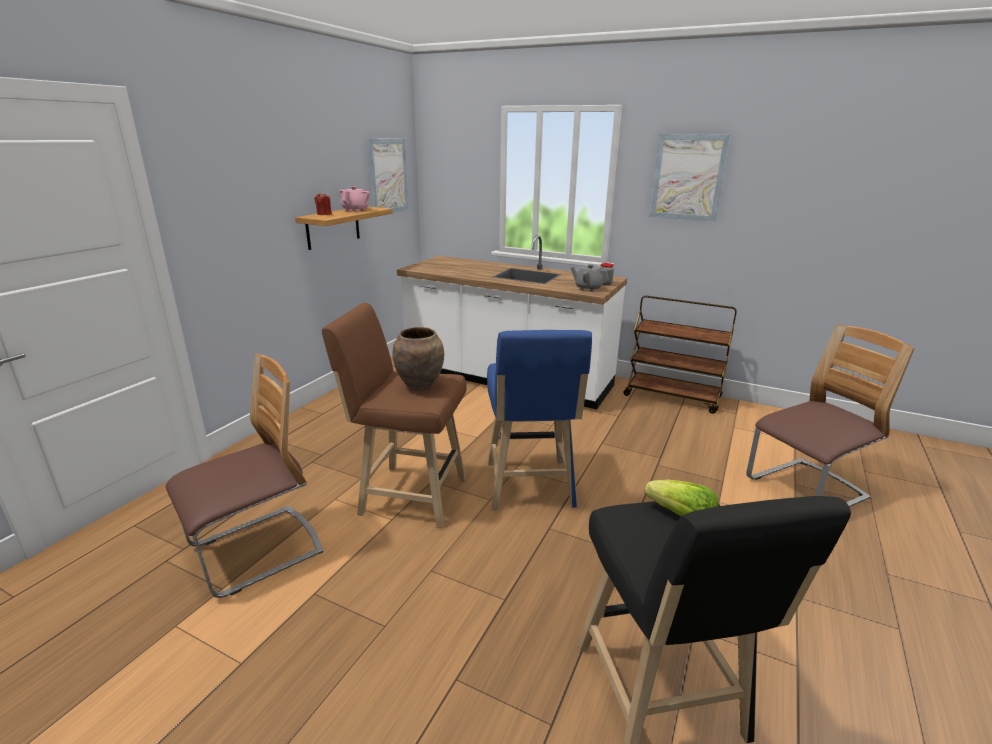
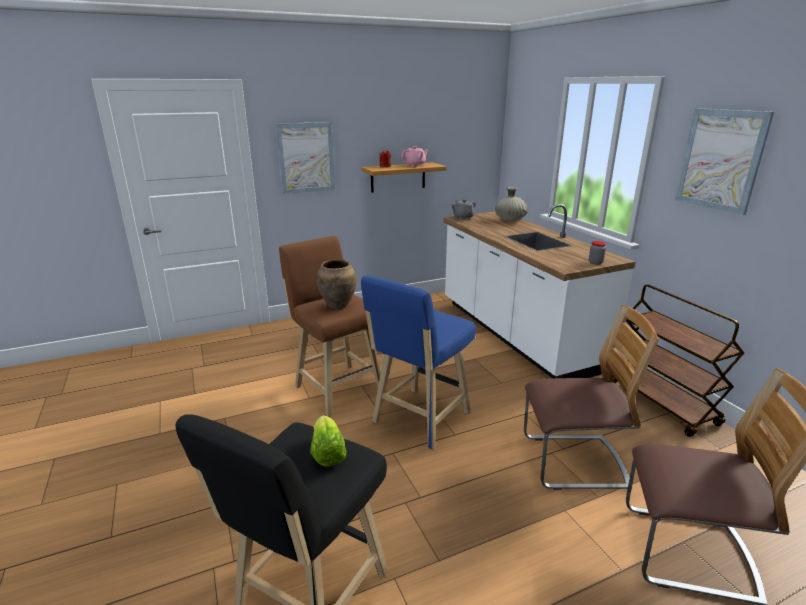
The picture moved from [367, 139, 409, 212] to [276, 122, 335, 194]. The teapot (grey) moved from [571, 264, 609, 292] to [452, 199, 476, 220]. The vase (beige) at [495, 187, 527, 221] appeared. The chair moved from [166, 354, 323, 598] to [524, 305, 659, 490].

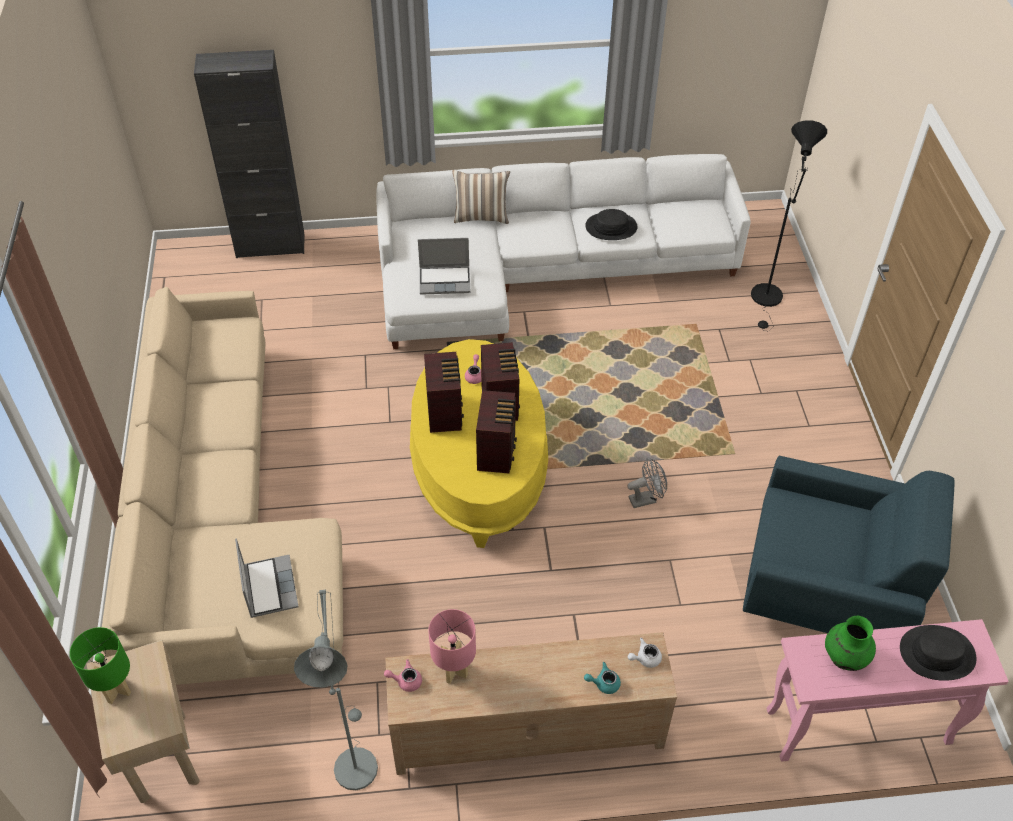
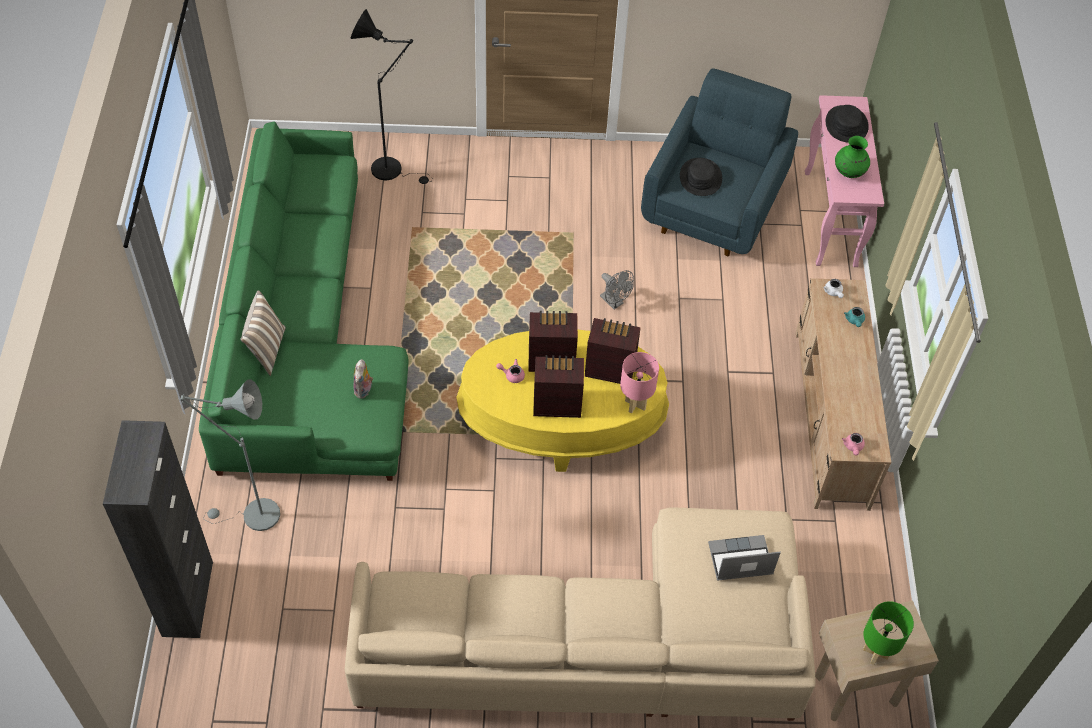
The floor lamp (grey) moved from [294, 590, 378, 790] to [180, 379, 280, 531]. The sofa (white) at [377, 154, 751, 349] became the sofa (green) at [199, 121, 409, 481]. The laptop at [418, 238, 470, 295] was replaced by the plush toy at [353, 359, 373, 399]. The fan (grey) at [628, 457, 667, 508] turned 150 degrees clockwise. The table lamp (pink) moved from [428, 609, 476, 684] to [620, 352, 659, 413]. The hat (black) moved from [585, 209, 638, 240] to [680, 158, 722, 196].

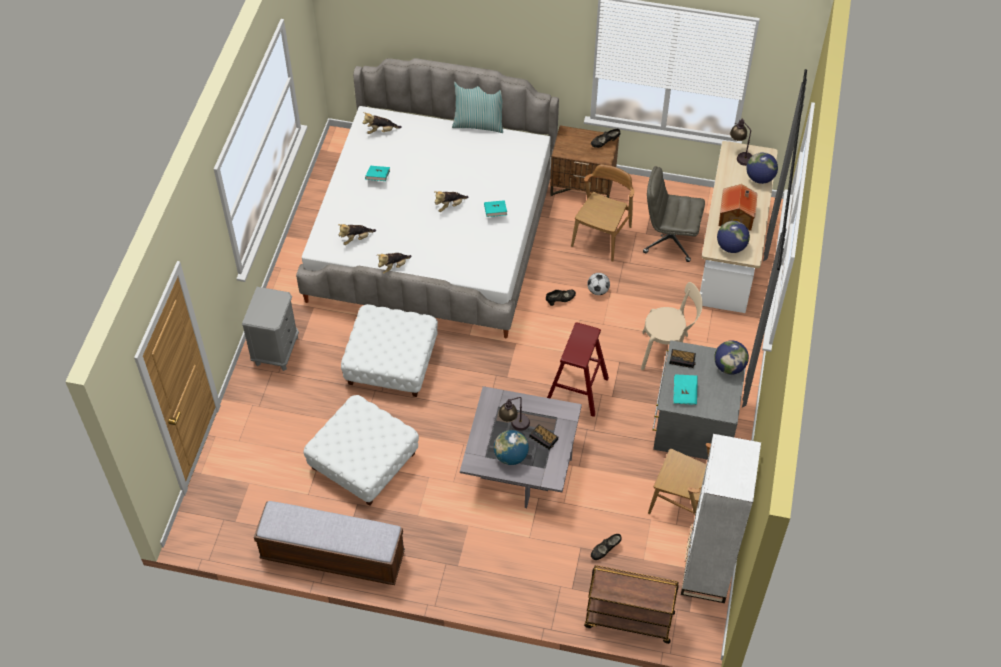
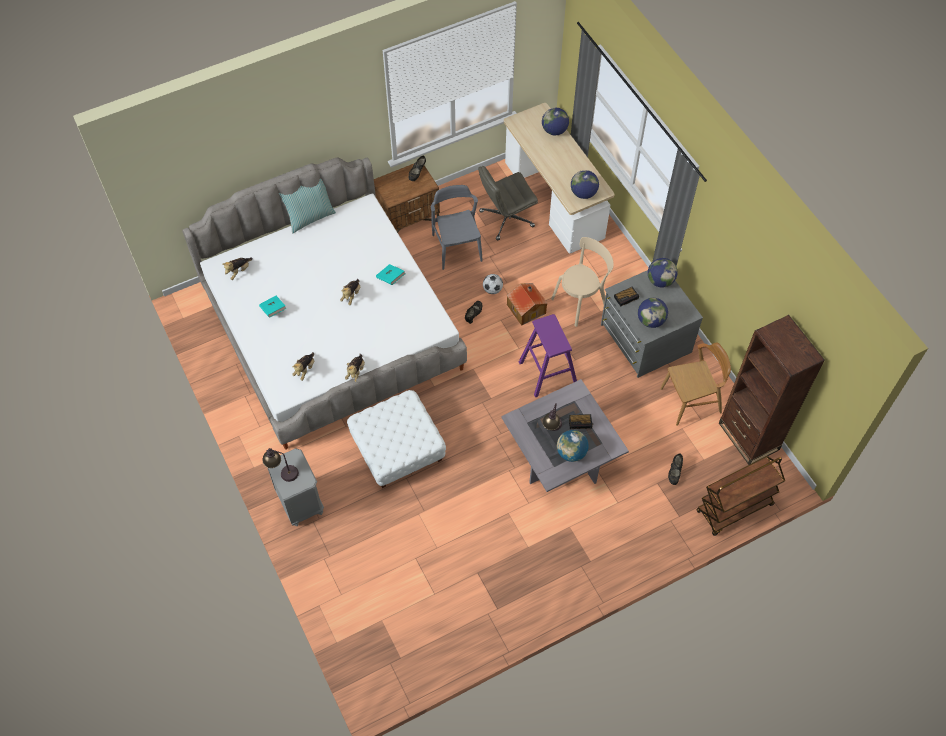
The table lamp moved from [730, 119, 752, 166] to [262, 448, 299, 482]. The chair (brown) at [571, 164, 634, 262] became the chair (grey) at [431, 185, 483, 270]. The toy house moved from [719, 184, 758, 231] to [507, 283, 548, 326]. The stool (red) at [547, 322, 609, 417] became the stool (purple) at [519, 314, 577, 397]. The book (turquoise) at [673, 374, 698, 405] was replaced by the globe at [638, 298, 668, 328]. The bookcase (white) at [681, 434, 761, 603] became the bookcase (brown) at [719, 315, 825, 465]. The bench at [254, 501, 405, 585] disappeared. The ottoman (white) at [303, 395, 419, 506] disappeared.

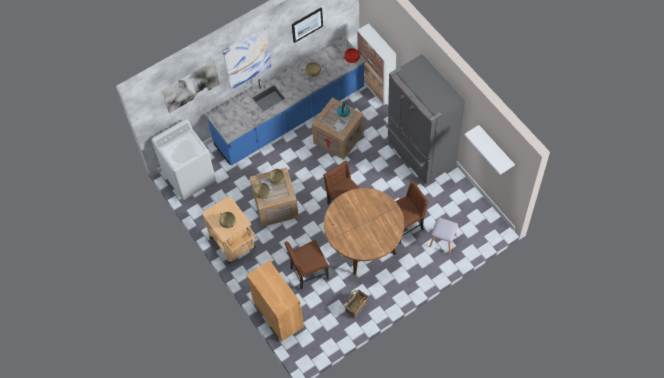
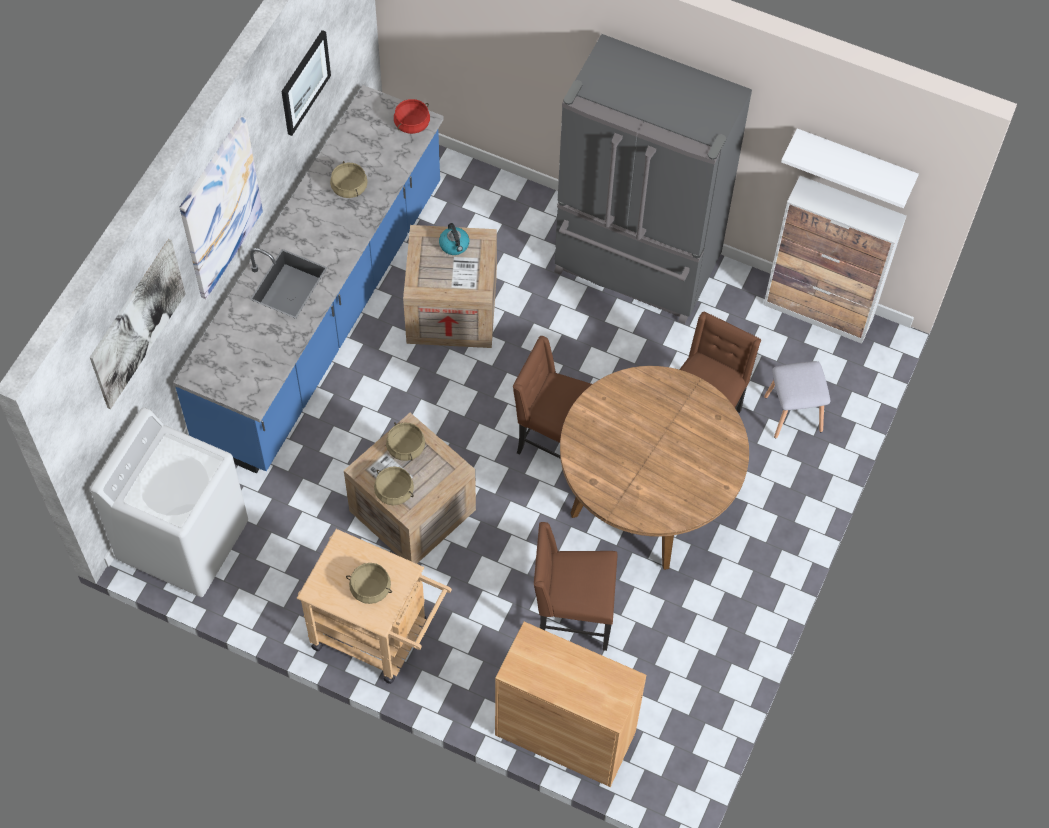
The chair (brown) at [284, 240, 329, 289] turned 60 degrees clockwise. The cabinet moved from [357, 23, 396, 106] to [764, 176, 907, 344]. The basket at [345, 290, 369, 318] disappeared.

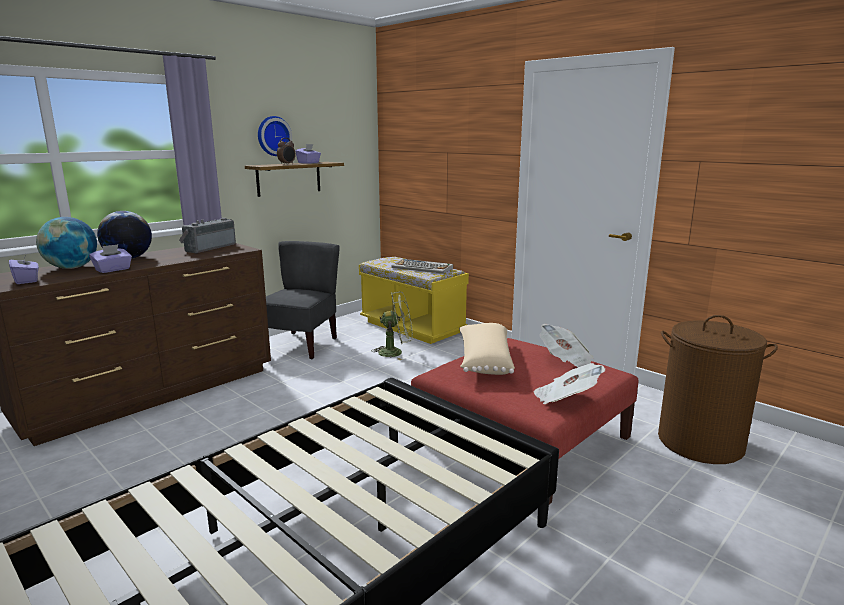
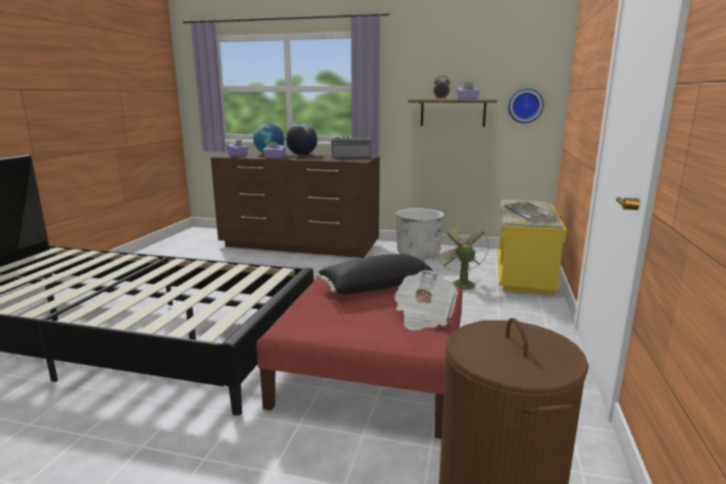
The pillow (beige) at [459, 323, 515, 375] became the pillow (black) at [316, 254, 436, 295]. The chair (grey) at [266, 241, 340, 359] was replaced by the planter (white) at [396, 208, 444, 259]. The fan (green) at [371, 291, 413, 360] turned 150 degrees counterclockwise. The wall clock moved from [258, 116, 292, 156] to [508, 88, 544, 123]. The newspaper at [534, 363, 605, 404] disappeared.

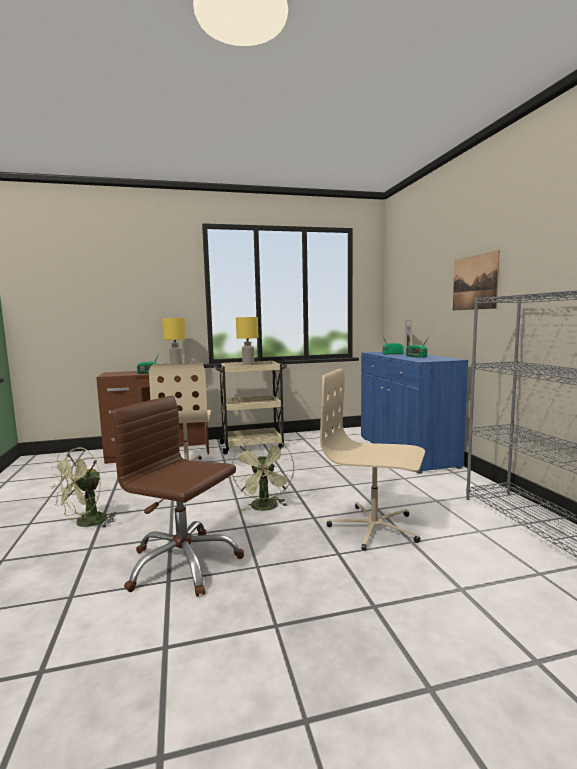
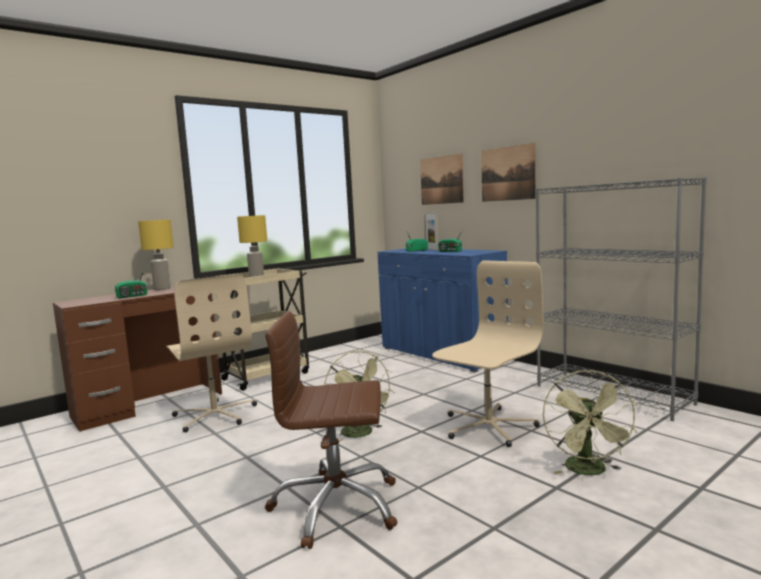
The picture at [420, 153, 464, 205] appeared. The office chair (beige) at [320, 368, 425, 551] turned 135 degrees clockwise. The fan (green) moved from [49, 447, 118, 528] to [543, 370, 638, 475].

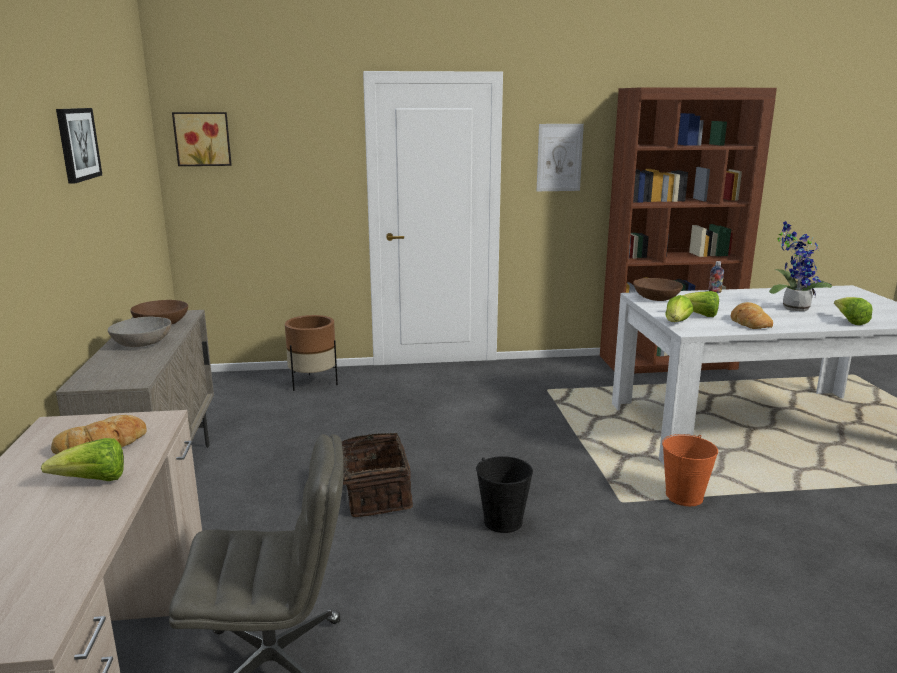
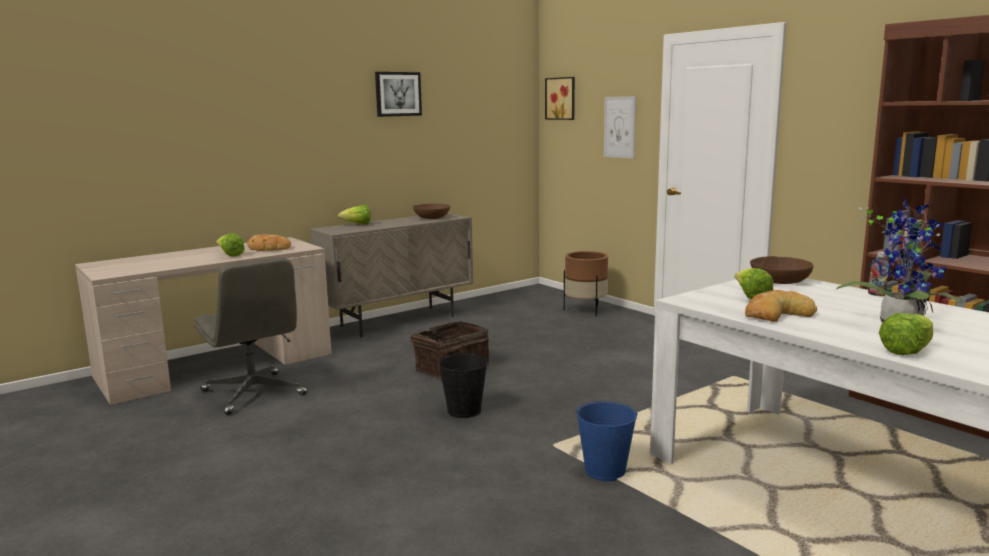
The lettuce moved from [665, 295, 693, 322] to [338, 205, 371, 225]. The bucket (orange) at [662, 434, 718, 506] became the bucket (blue) at [576, 401, 638, 481]. The picture moved from [537, 124, 584, 191] to [604, 96, 636, 159]. The bowl (grey) at [108, 317, 171, 347] disappeared.

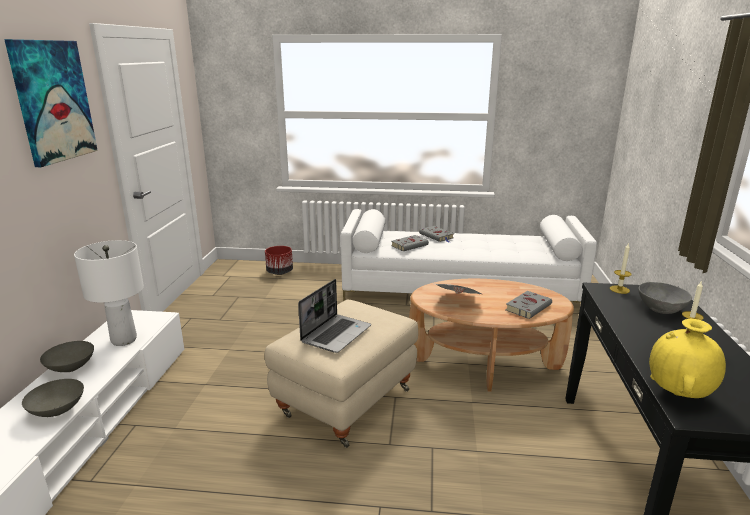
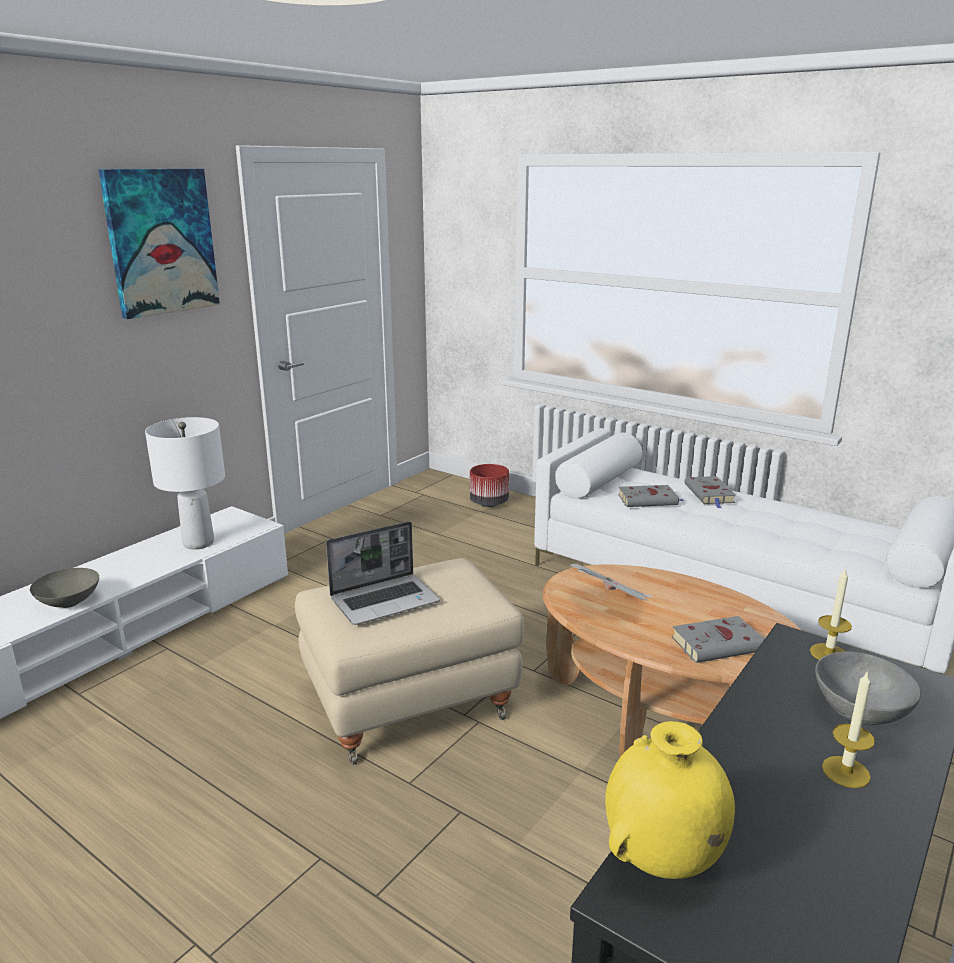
The bowl (grey) at [40, 341, 94, 372] disappeared.

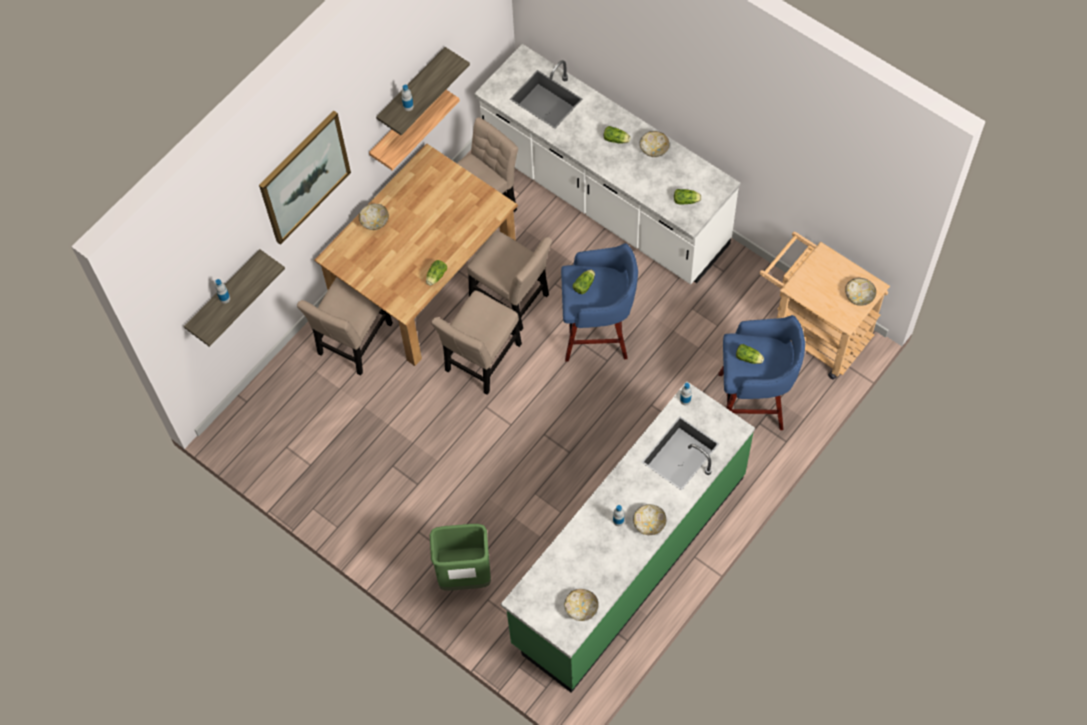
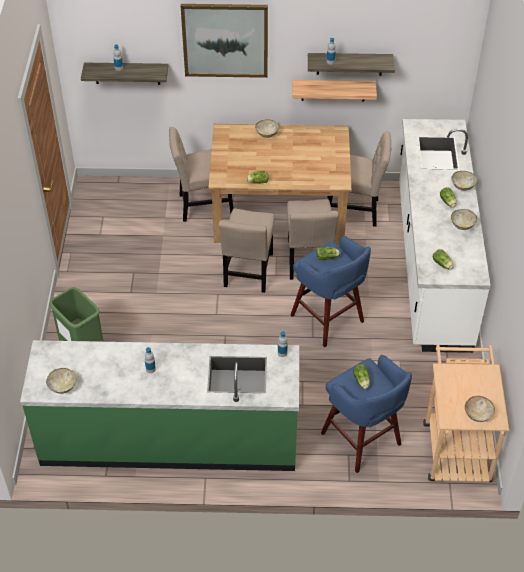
The chair (beige) at [431, 290, 522, 395] turned 75 degrees counterclockwise. The bowl moved from [633, 504, 666, 535] to [451, 171, 477, 191].

